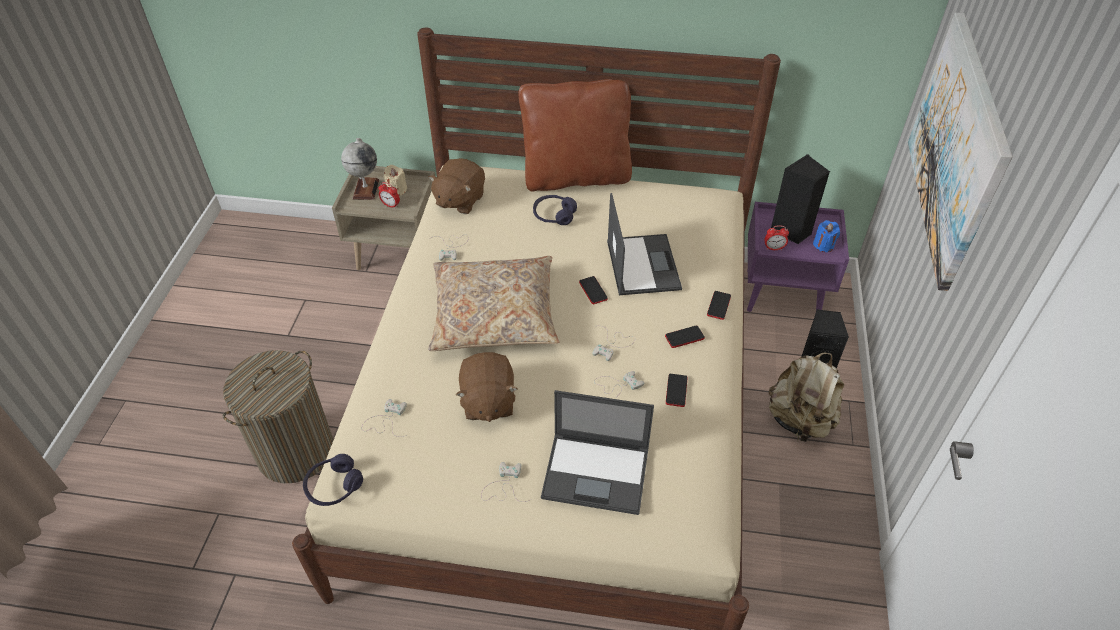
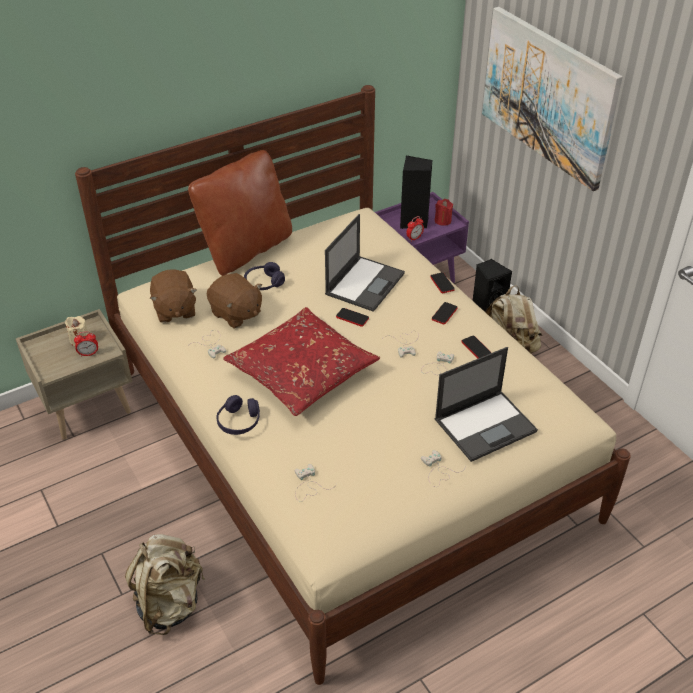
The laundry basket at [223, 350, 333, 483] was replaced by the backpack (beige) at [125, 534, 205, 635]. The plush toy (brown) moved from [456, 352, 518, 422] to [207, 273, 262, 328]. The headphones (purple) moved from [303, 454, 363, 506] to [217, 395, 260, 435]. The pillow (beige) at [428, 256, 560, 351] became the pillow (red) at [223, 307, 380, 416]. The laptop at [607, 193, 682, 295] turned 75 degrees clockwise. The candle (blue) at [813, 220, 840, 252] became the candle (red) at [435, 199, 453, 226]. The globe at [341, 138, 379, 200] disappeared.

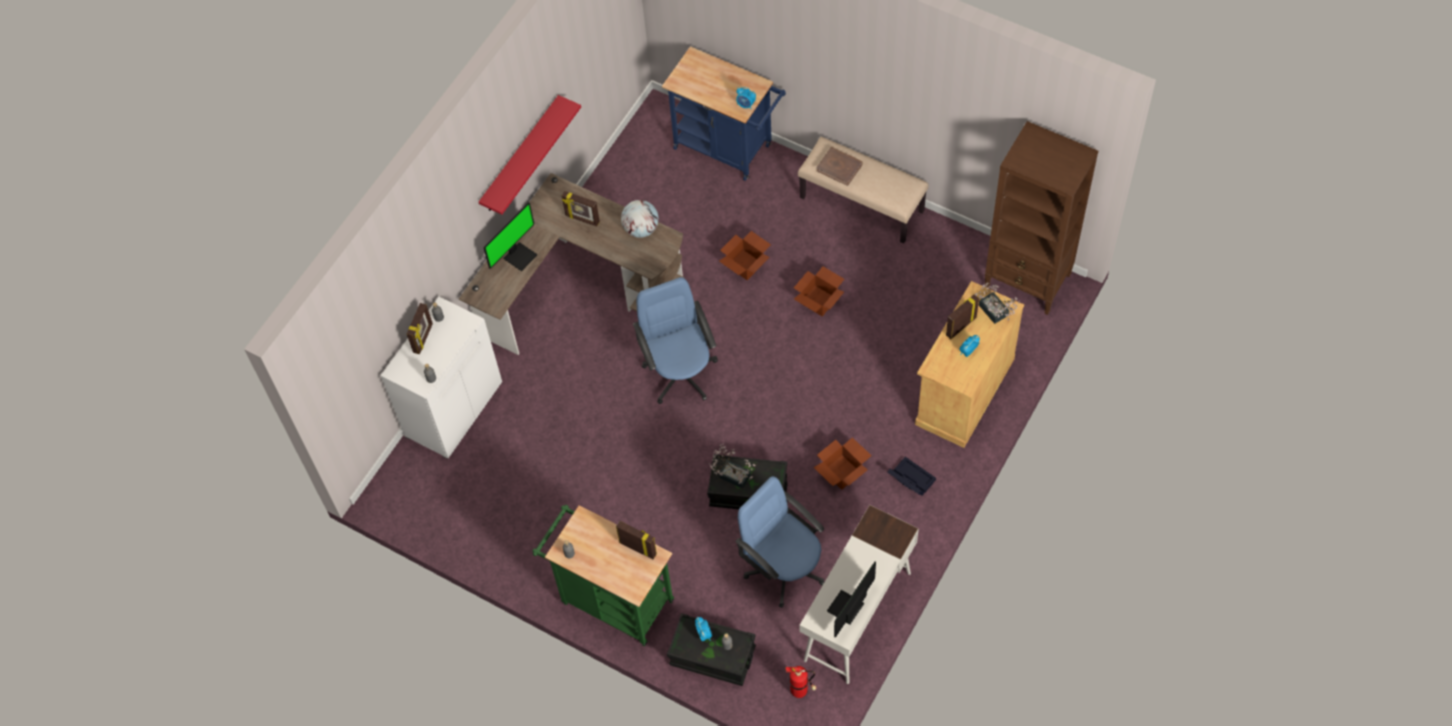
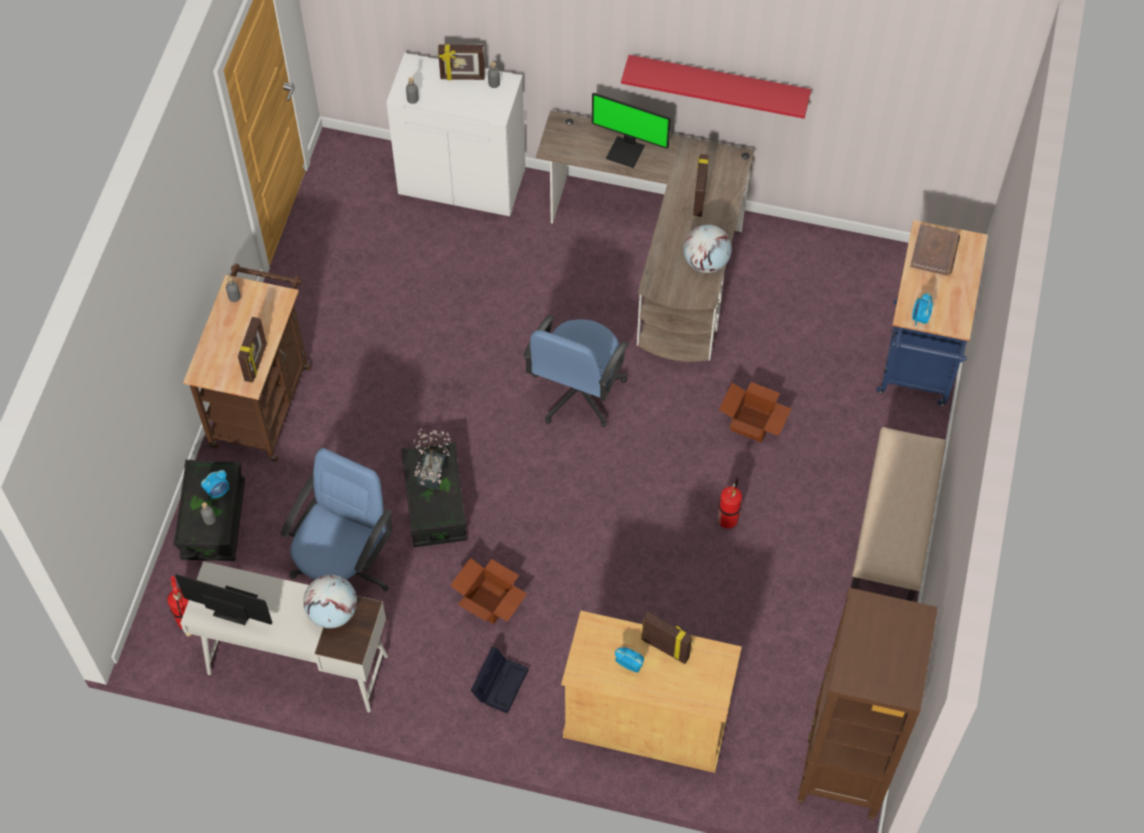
The cart (green) at [532, 505, 674, 646] became the cart (brown) at [183, 263, 311, 462]. The globe at [303, 575, 357, 628] appeared. The office chair (blue) at [633, 277, 718, 404] turned 150 degrees clockwise. The cardboard box at [794, 266, 844, 316] was replaced by the fire extinguisher at [718, 477, 742, 529]. The book (brown) moved from [816, 147, 863, 186] to [910, 224, 960, 276]. The potted plant at [975, 282, 1020, 324] disappeared.

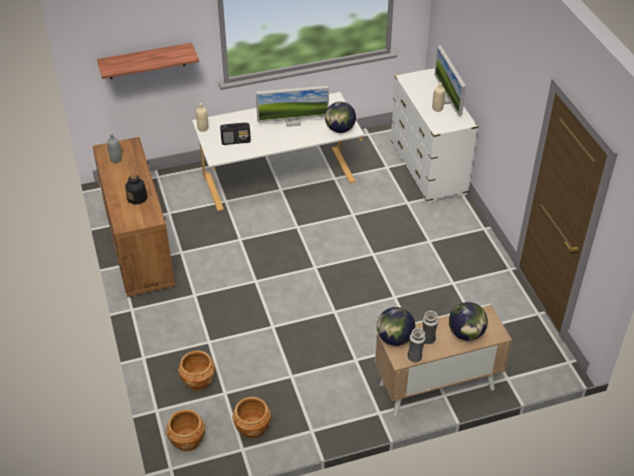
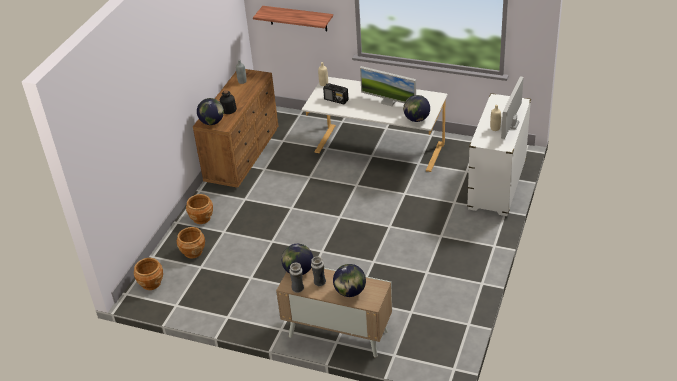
The planter (brown) moved from [232, 397, 271, 439] to [186, 194, 213, 224]. The globe at [197, 98, 224, 125] appeared.

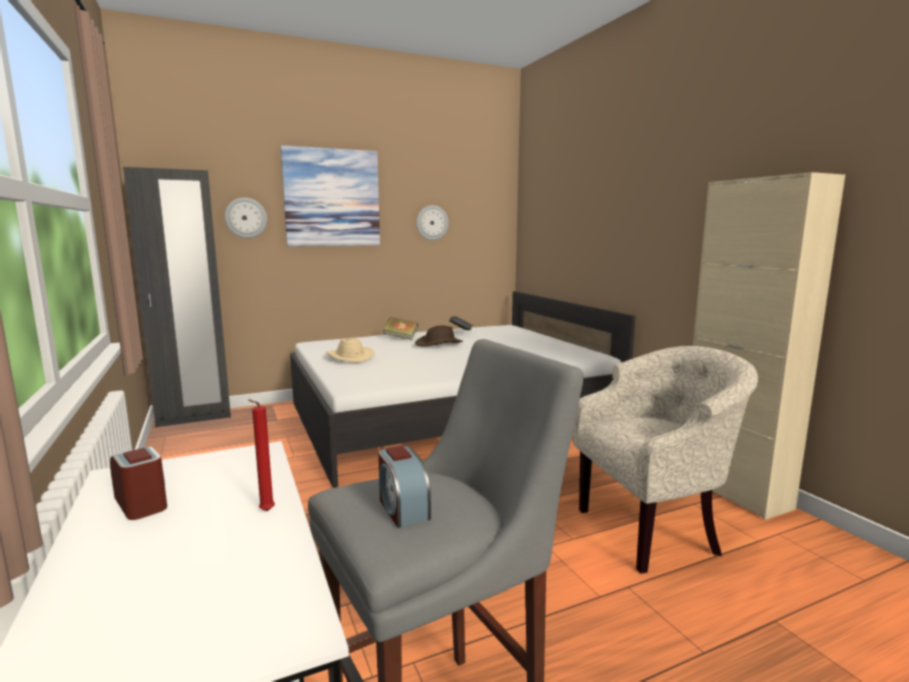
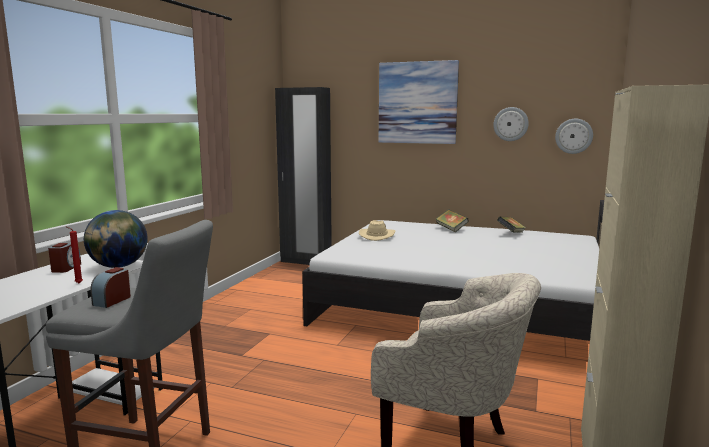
The globe at [84, 210, 148, 268] appeared. The wall clock moved from [224, 198, 267, 238] to [555, 119, 593, 154]. The hat (brown) at [415, 325, 463, 346] disappeared.

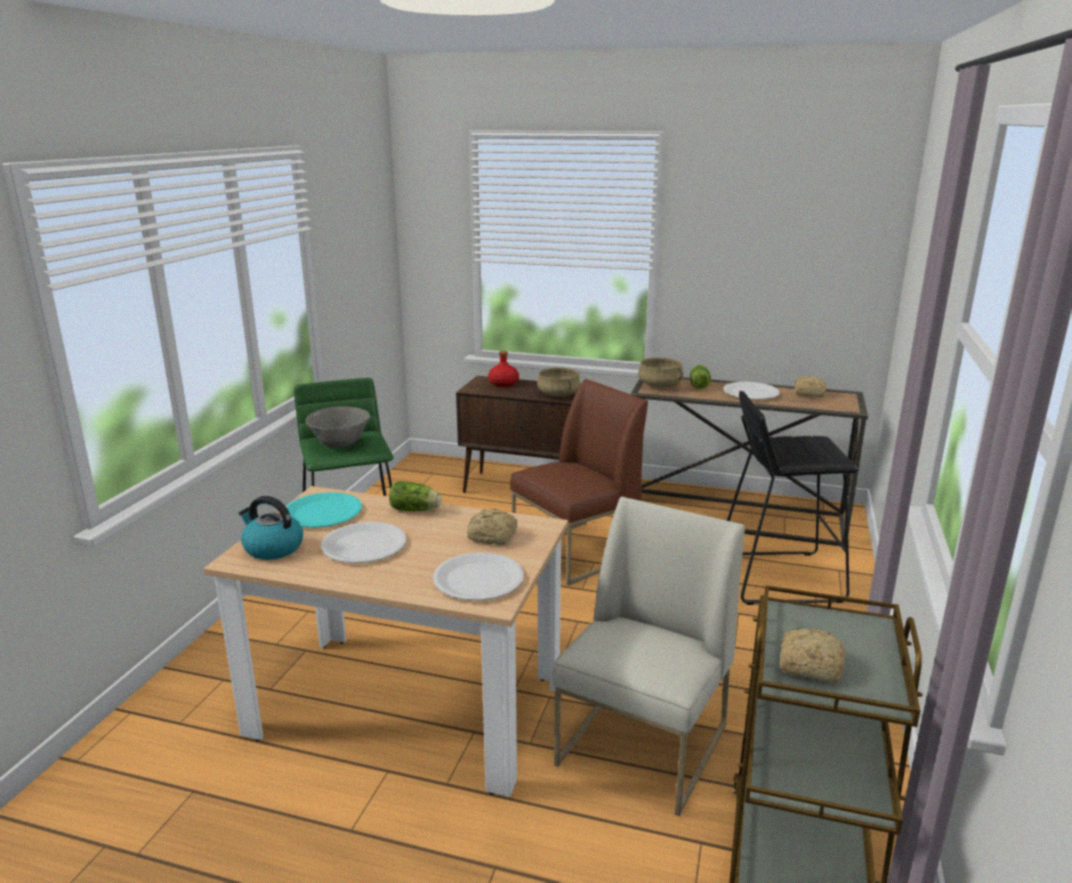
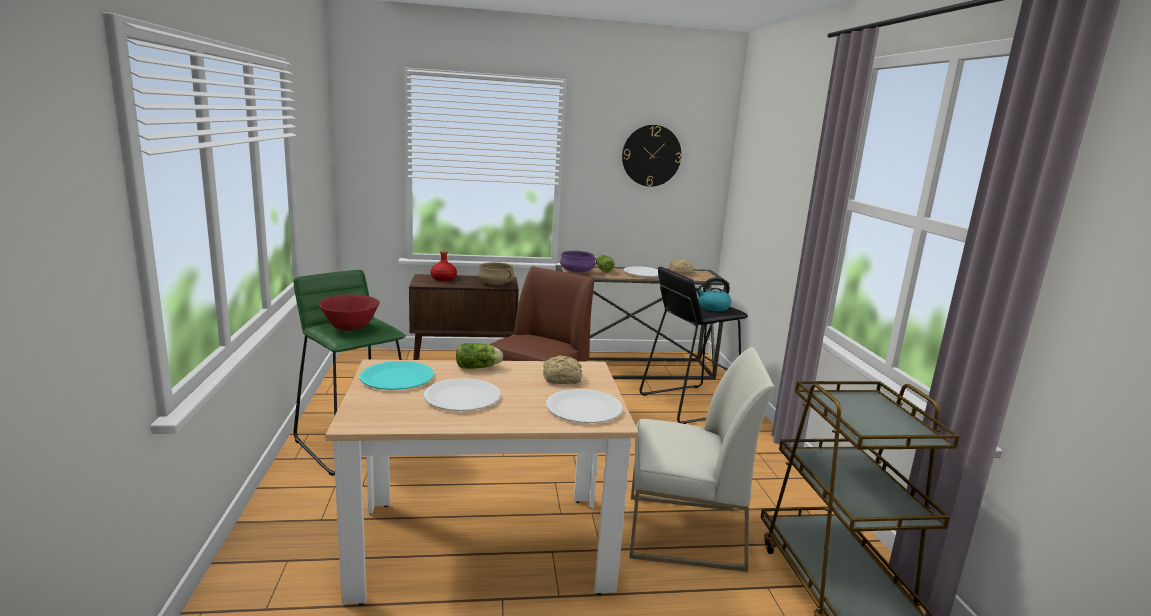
The bowl (grey) at [306, 406, 370, 448] became the bowl (red) at [319, 294, 380, 331]. The cooking pot (beige) at [638, 358, 684, 388] became the cooking pot (purple) at [560, 251, 597, 273]. The wall clock at [622, 125, 681, 187] appeared. The chair (white) at [552, 496, 745, 816] turned 90 degrees clockwise. The kettle moved from [238, 496, 303, 560] to [695, 277, 731, 311]. The bread at [780, 628, 845, 683] disappeared.

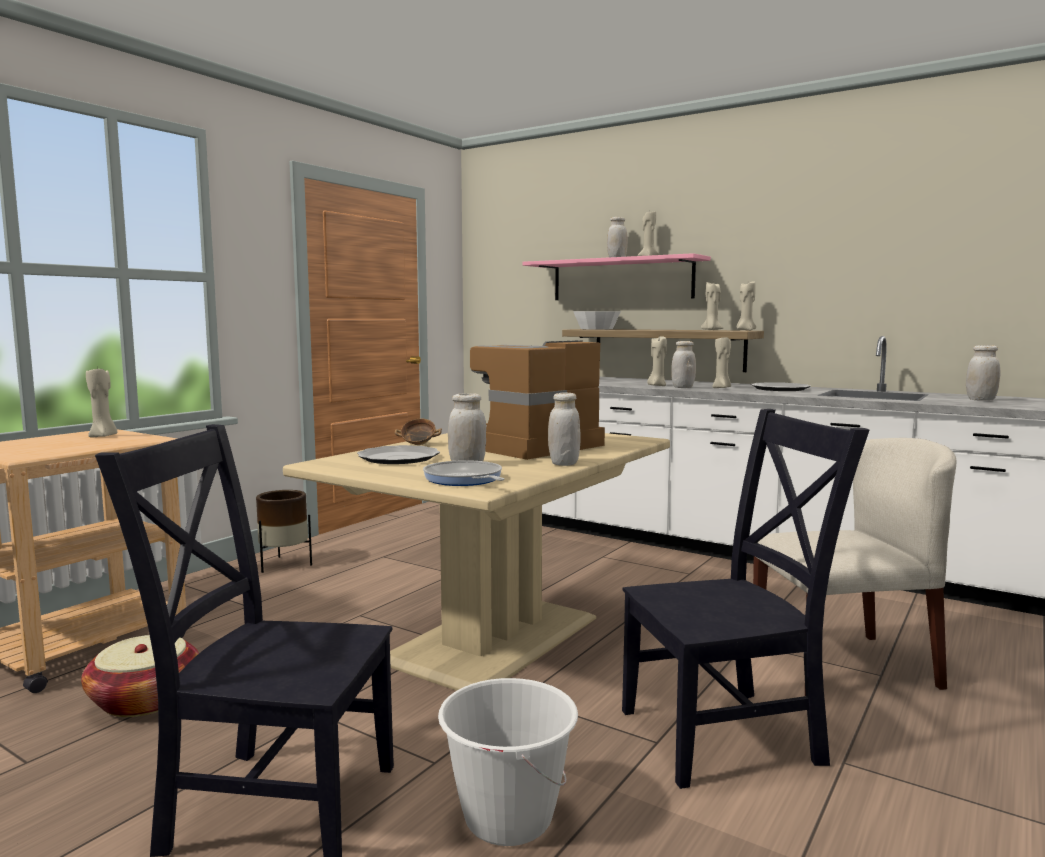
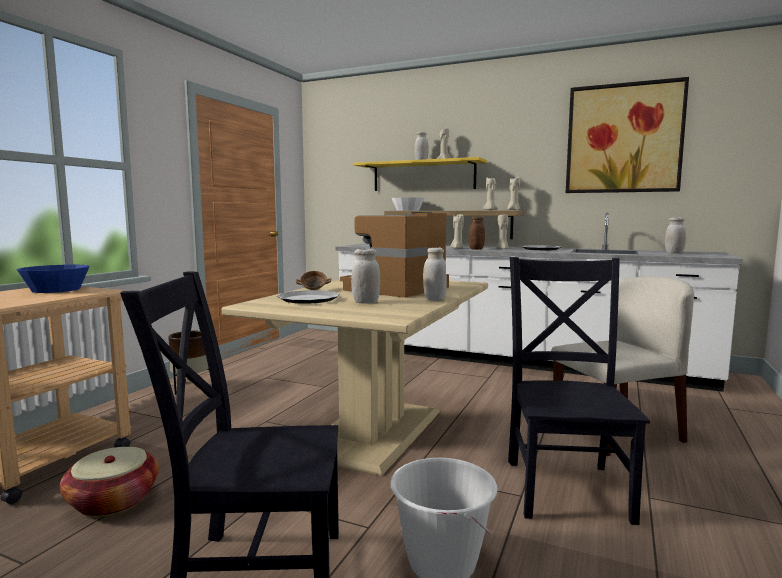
The candle (beige) at [86, 369, 117, 438] was replaced by the bowl (blue) at [17, 265, 90, 293]. The shelf (pink) at [523, 253, 711, 300] became the shelf (yellow) at [353, 157, 487, 191]. The jar (white) at [671, 341, 696, 388] became the jar (brown) at [469, 217, 485, 250]. The chair (black) at [622, 409, 869, 789] turned 60 degrees counterclockwise. The picture at [566, 77, 689, 193] appeared. The frying pan at [423, 460, 504, 486] disappeared.

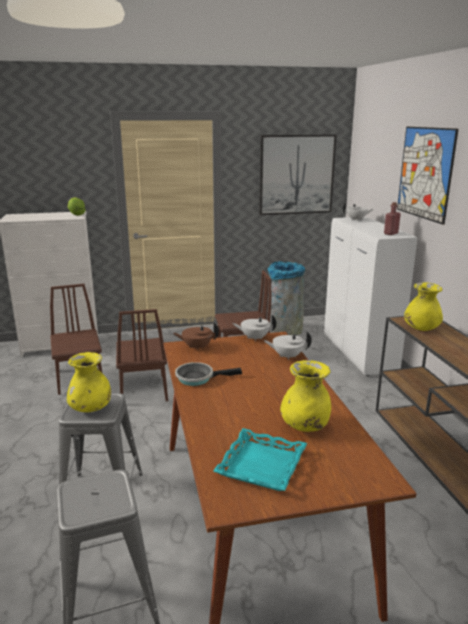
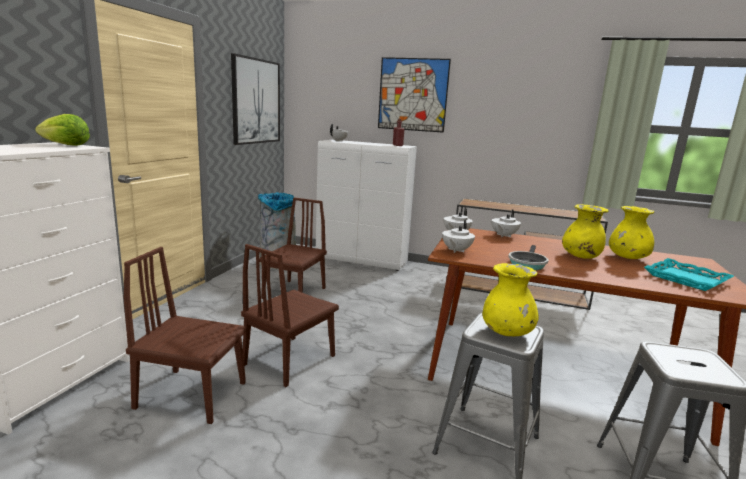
The chair (brown) at [116, 309, 168, 401] turned 105 degrees clockwise. The teapot (brown) at [173, 323, 219, 351] became the teapot (white) at [442, 220, 475, 253]. The vase (yellow) moved from [404, 282, 443, 331] to [562, 204, 608, 259].

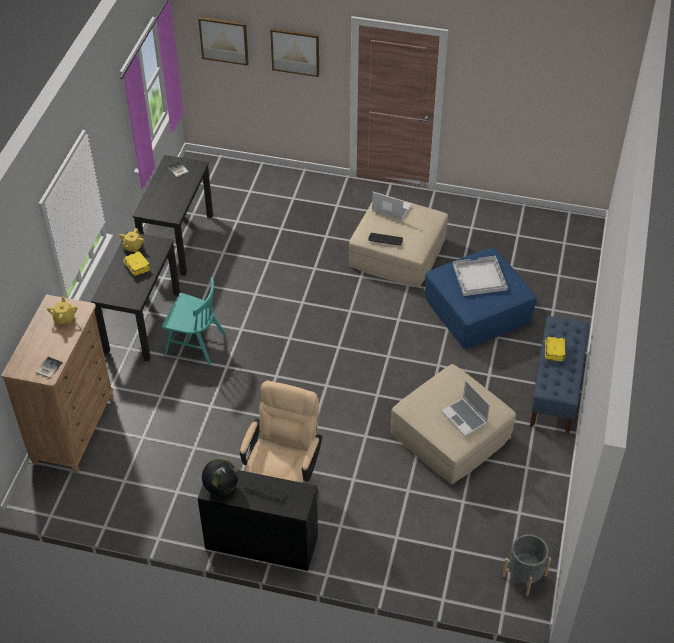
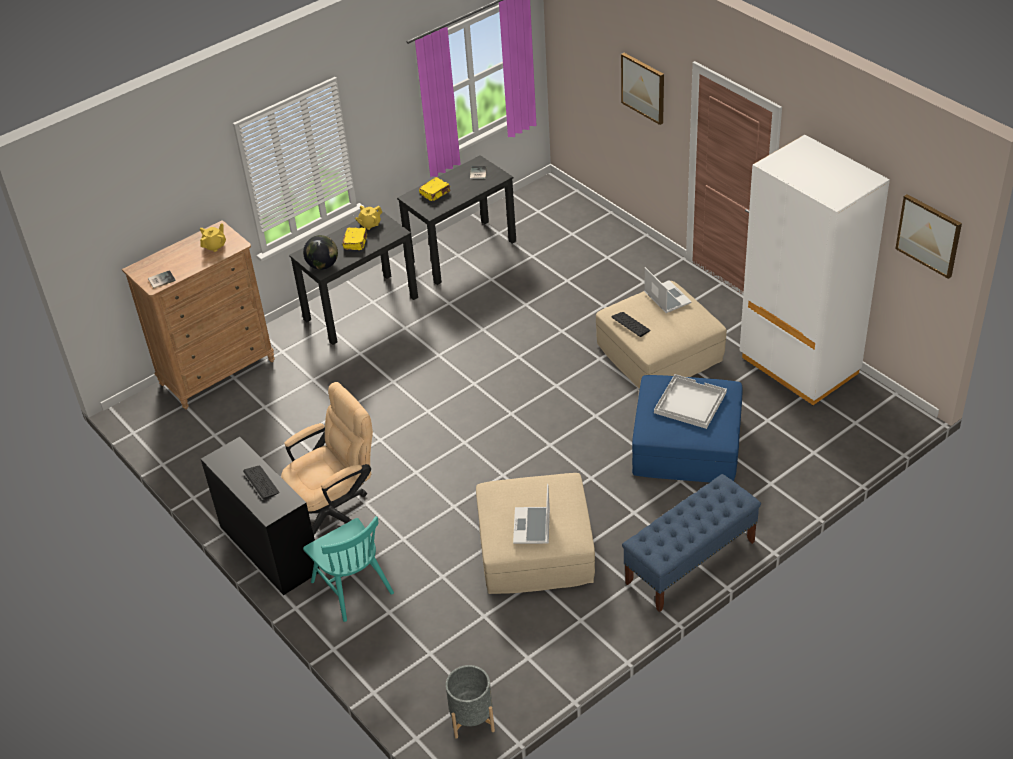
The globe moved from [202, 459, 238, 495] to [303, 235, 338, 270]. The chair (turquoise) moved from [162, 277, 226, 365] to [303, 516, 394, 622]. The book (yellow) moved from [545, 337, 566, 361] to [419, 177, 450, 201]. The wardrobe (white) at [739, 135, 890, 405] appeared. The picture moved from [198, 17, 249, 66] to [895, 194, 962, 279].

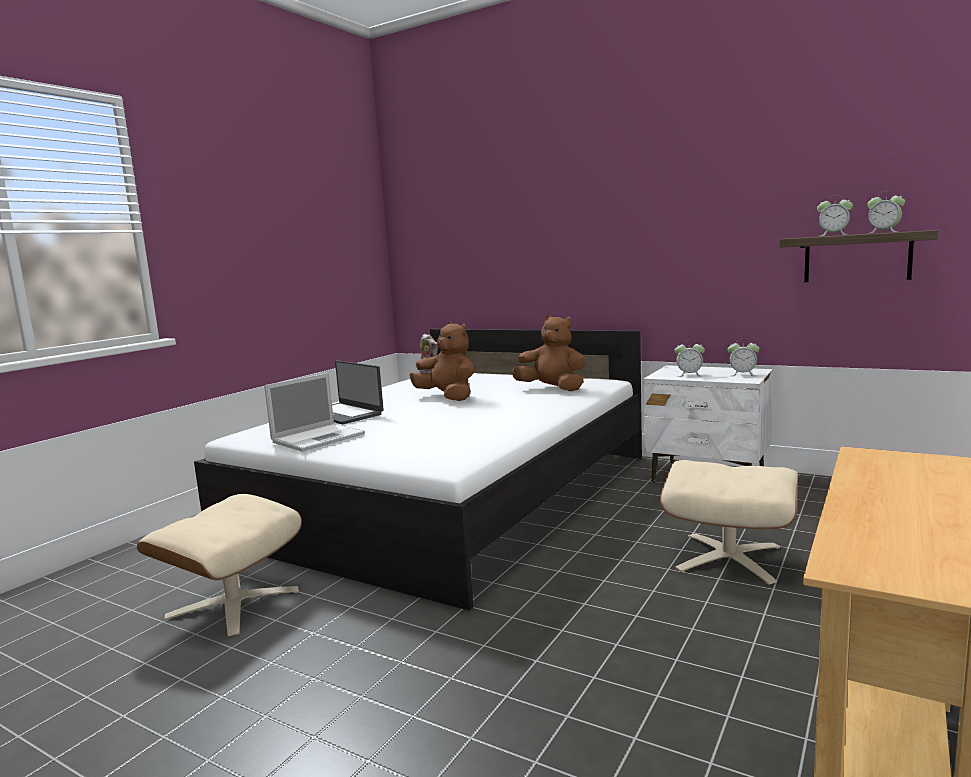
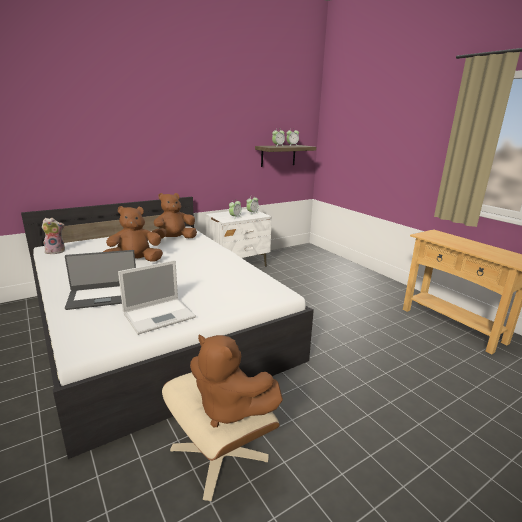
The laptop at [264, 373, 365, 452] turned 75 degrees clockwise. The plush toy (brown) at [190, 335, 283, 427] appeared. The ottoman (beige) at [660, 460, 798, 585] disappeared.

